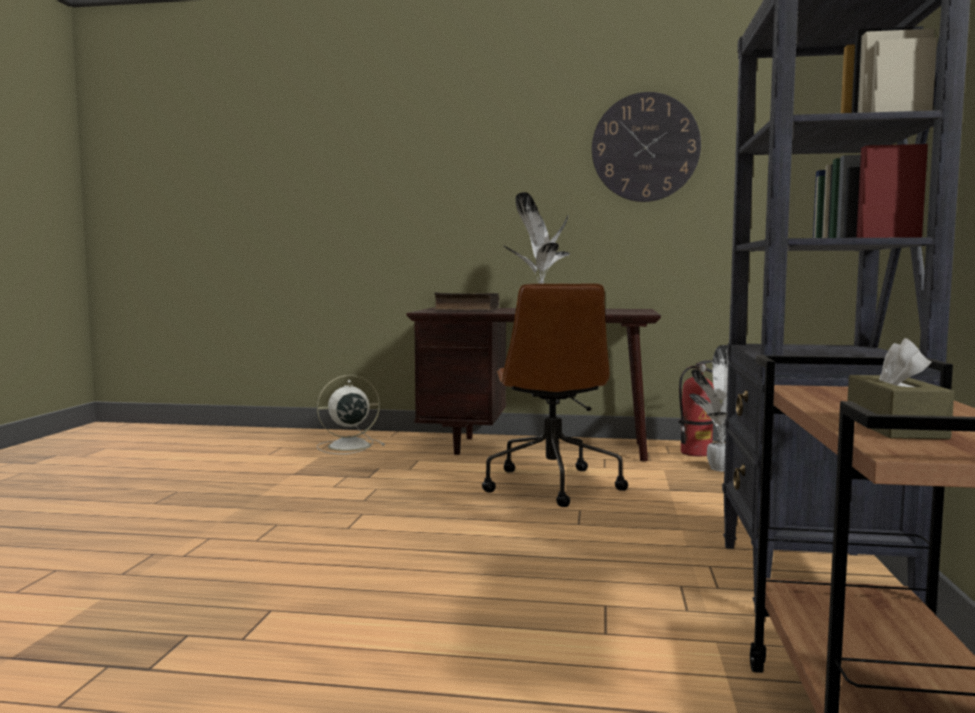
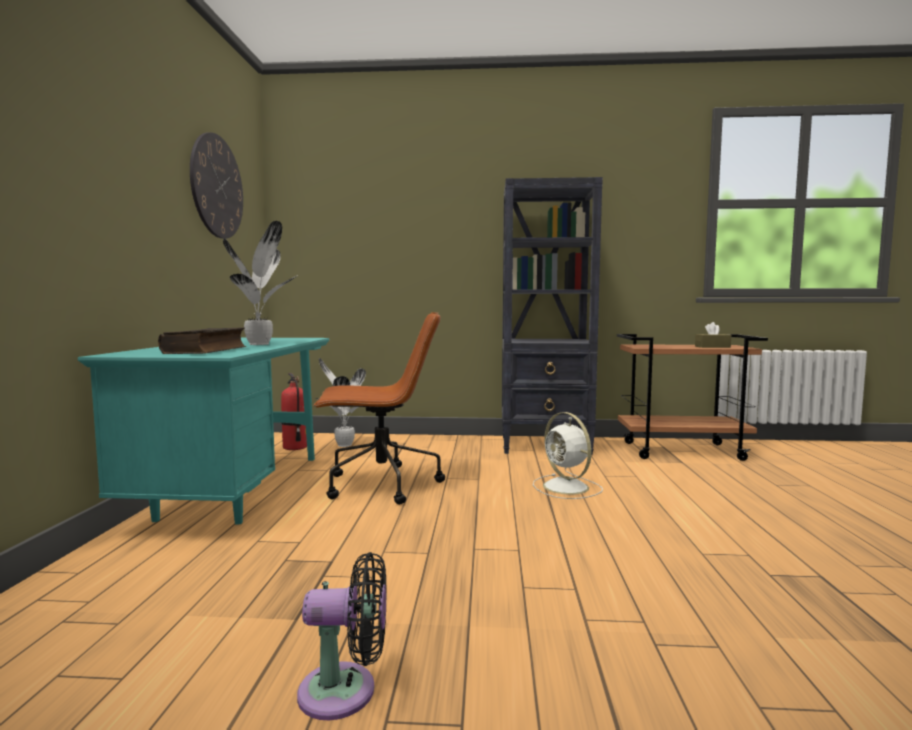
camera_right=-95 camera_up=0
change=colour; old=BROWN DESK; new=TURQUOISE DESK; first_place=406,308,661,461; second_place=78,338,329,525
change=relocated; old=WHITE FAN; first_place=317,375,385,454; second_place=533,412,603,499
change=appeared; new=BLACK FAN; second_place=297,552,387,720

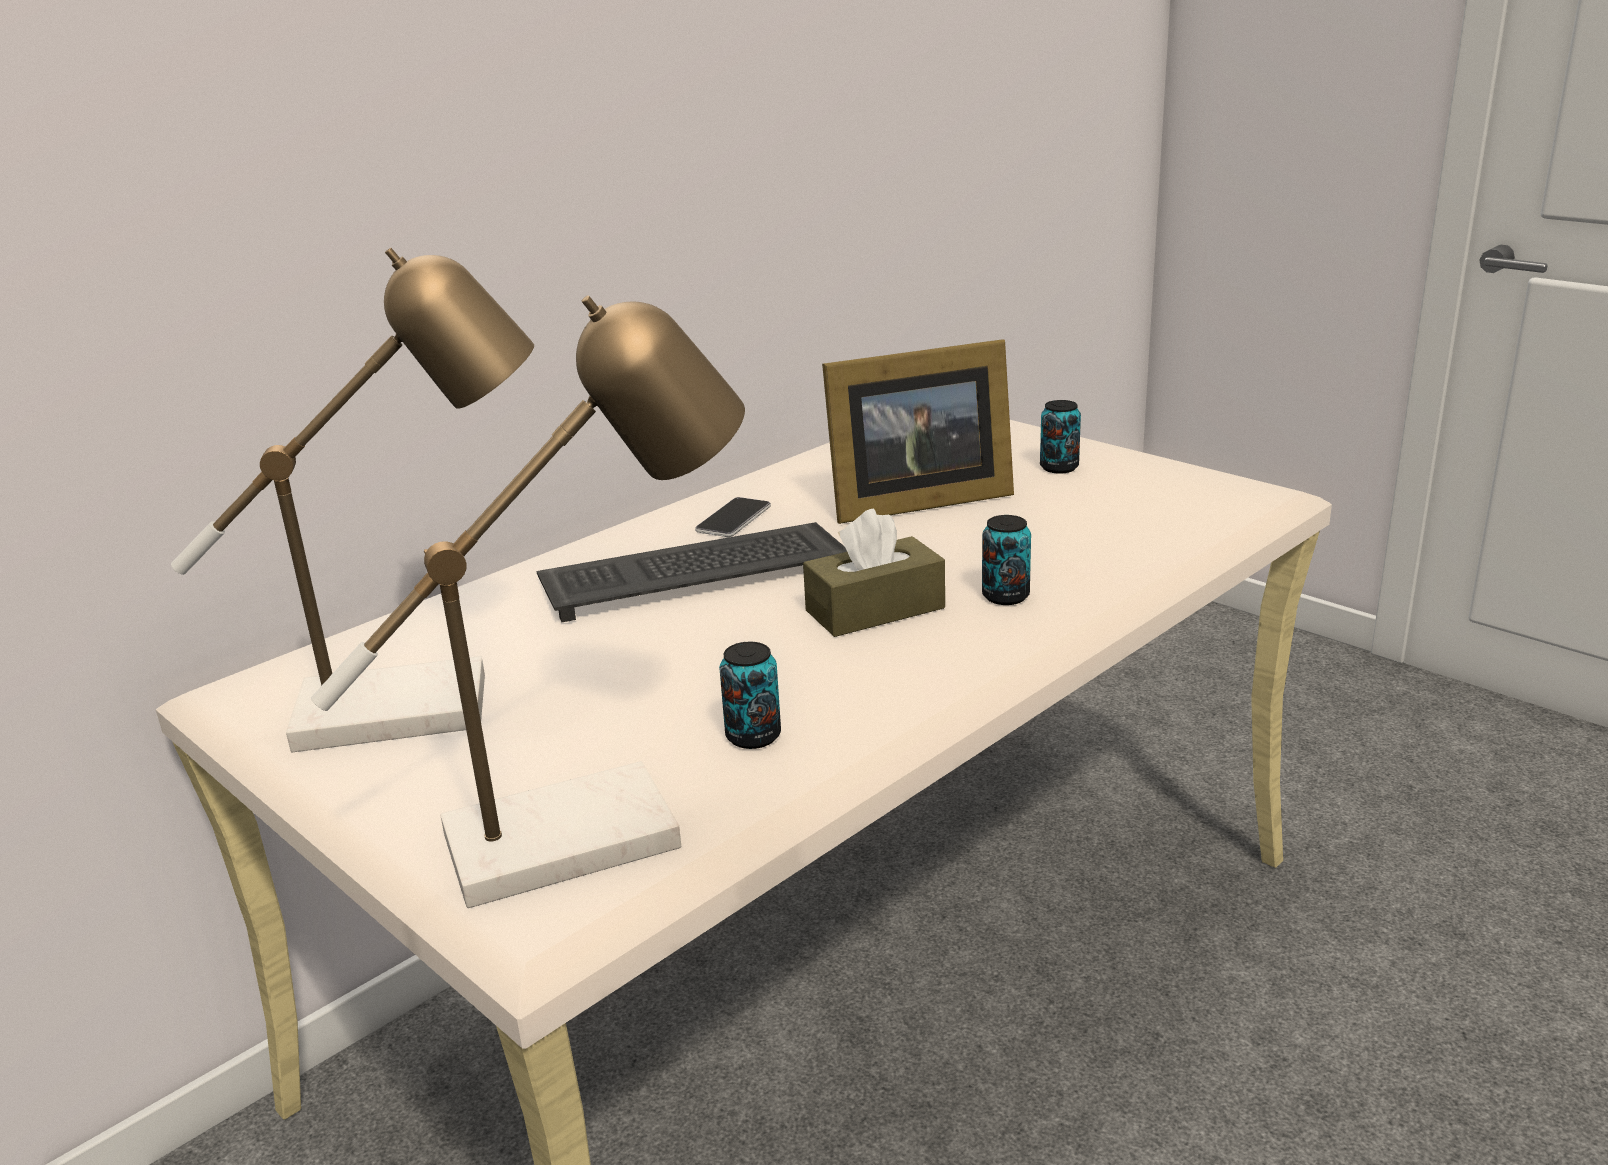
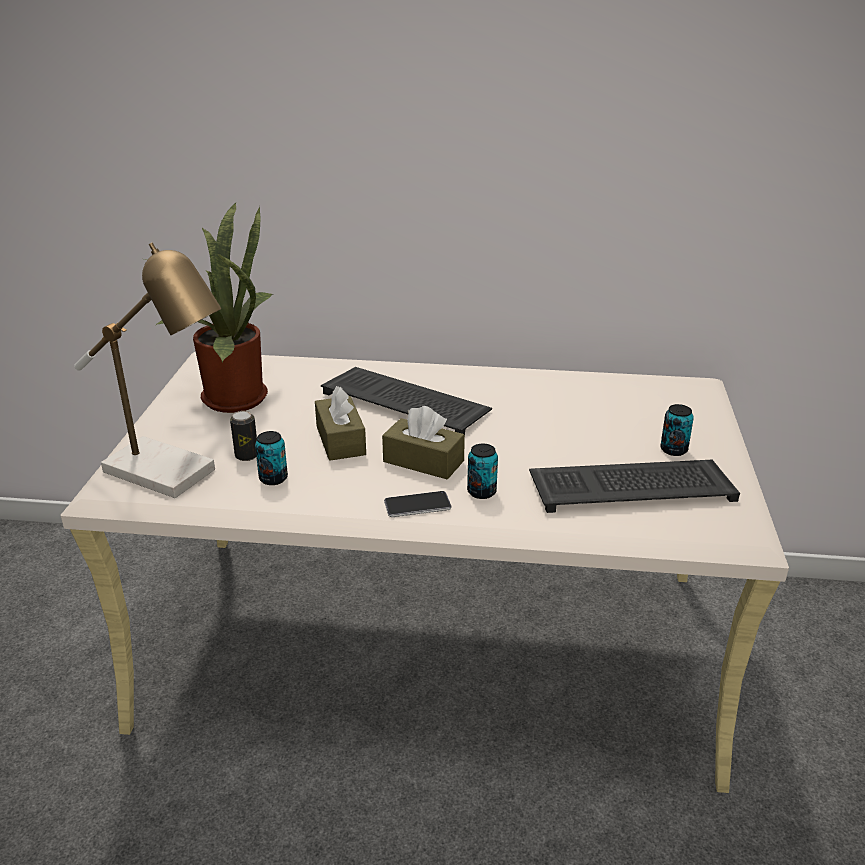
camera_right=50 camera_up=5
change=exchanged; old=TABLE LAMP; new=POTTED PLANT; first_place=171,248,534,752; second_place=144,202,273,413
change=missing; old=PICTURE FRAME; first_place=822,339,1014,524
change=relocated; old=PHONE; first_place=695,497,771,537; second_place=384,491,451,517
change=appeared; new=BROWN TISSUE BOX; second_place=315,386,366,461
change=appeared; new=CAN; second_place=230,411,257,461
change=appeared; new=KEYBOARD; second_place=529,460,740,513

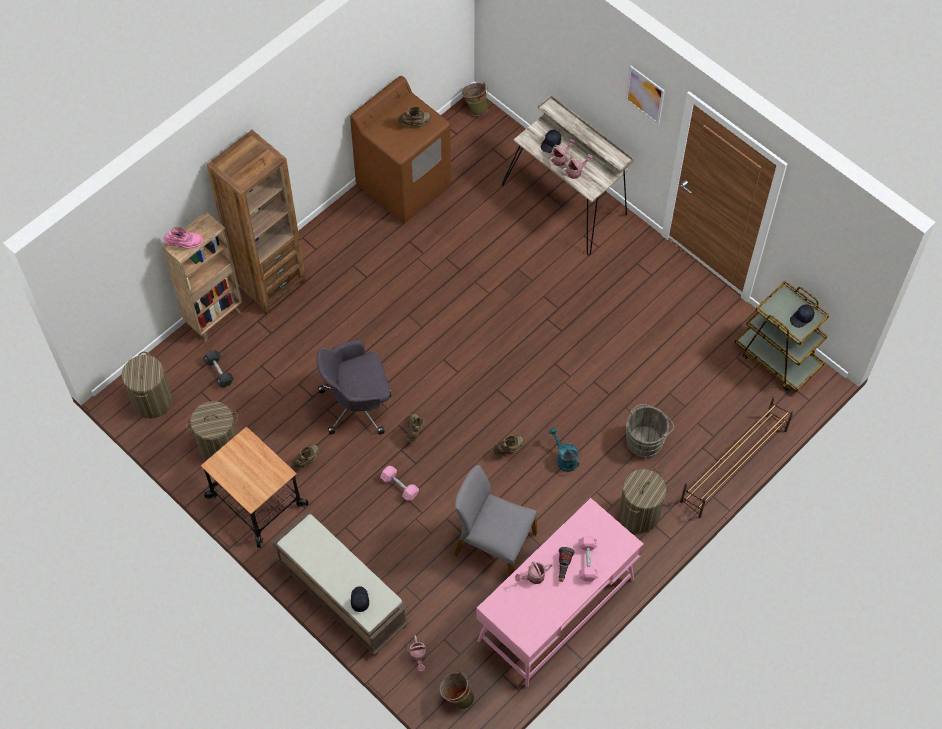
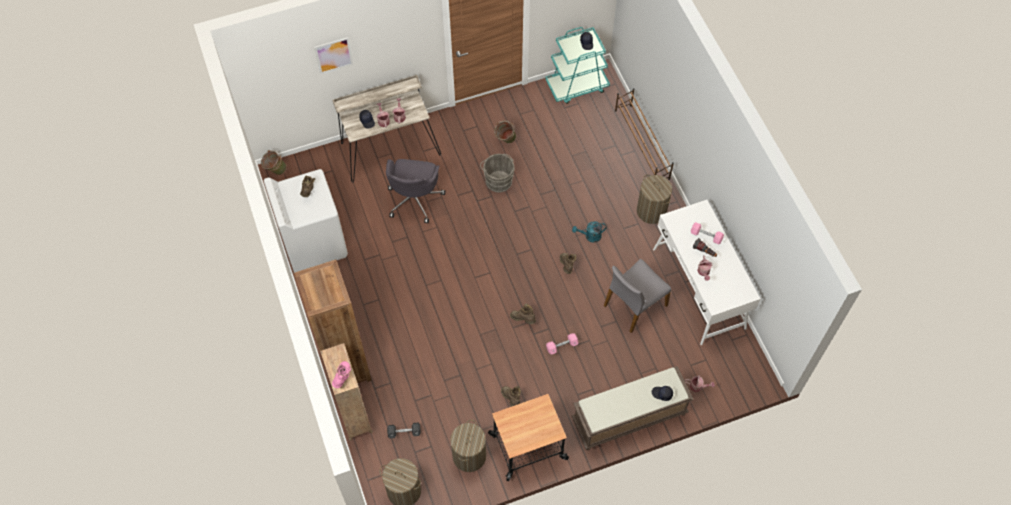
camera_right=-65 camera_up=0
change=relocated; old=PICTURE; first_place=625,65,665,125; second_place=314,37,353,74
change=colour; old=BROWN WASHING MACHINE; new=WHITE WASHING MACHINE; first_place=350,76,451,223; second_place=264,169,348,273
change=colour; old=BROWN CART; new=TURQUOISE CART; first_place=734,281,829,392; second_place=545,27,610,104
change=relocated; old=GREY OFFICE CHAIR; first_place=317,340,391,435; second_place=386,159,445,223
change=relocated; old=GREY BUCKET; first_place=626,404,674,458; second_place=480,154,514,193
change=colour; old=PINK DESK; new=WHITE DESK; first_place=476,498,644,687; second_place=653,200,760,345
change=relocated; old=GREEN BUCKET; first_place=440,671,474,709; second_place=494,120,516,143

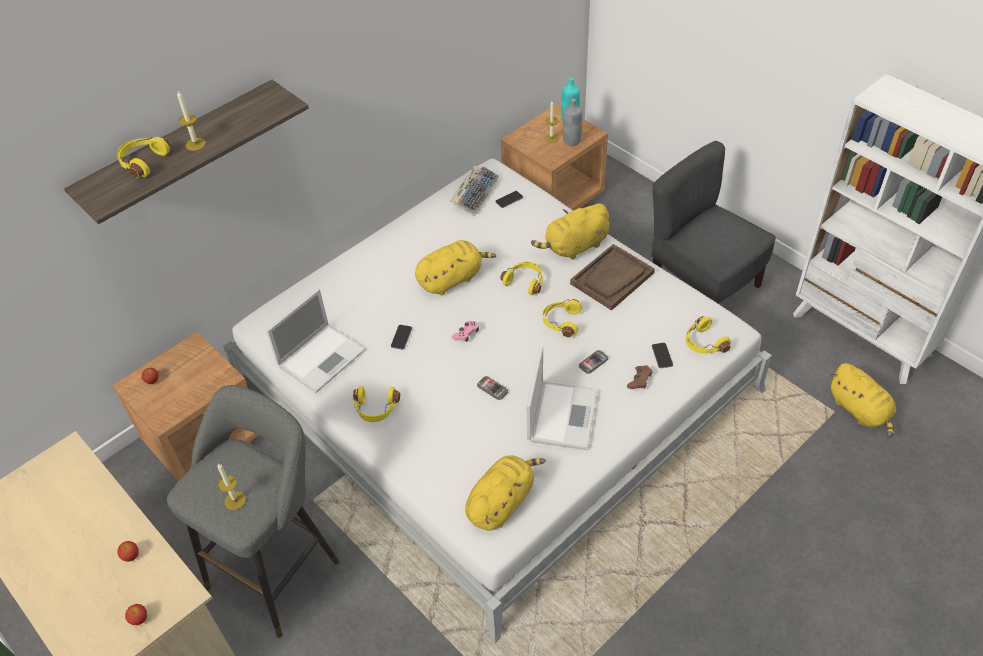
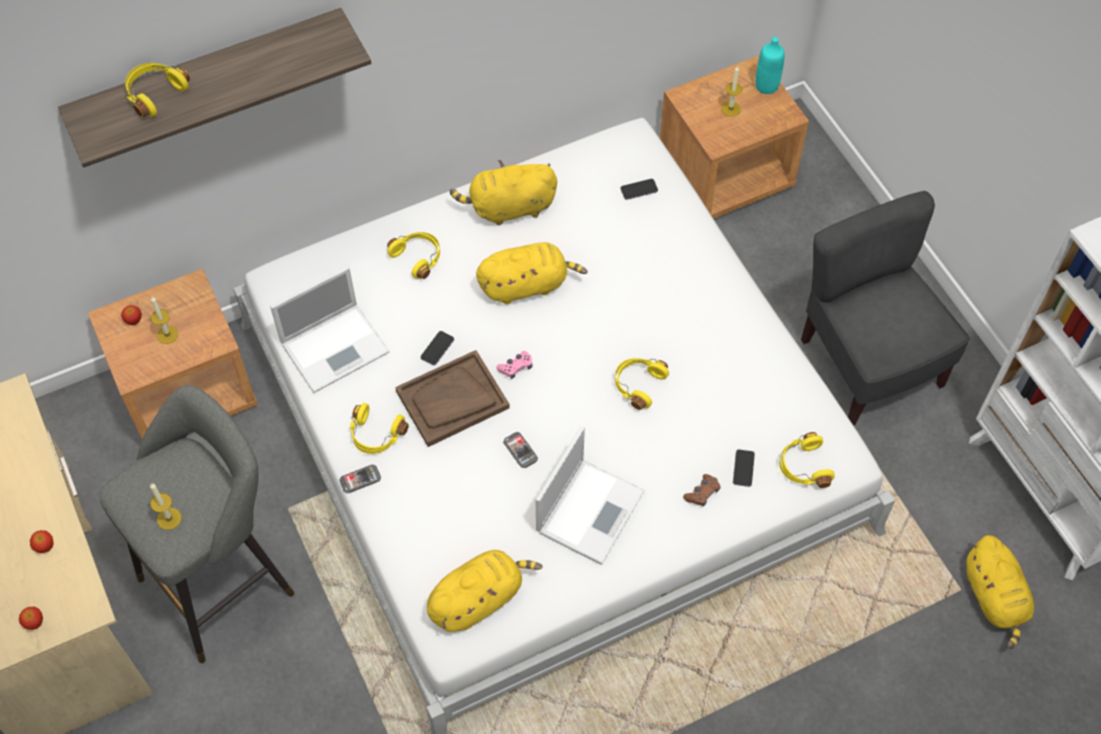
camera_right=15 camera_up=10
change=relocated; old=CANDLE; first_place=177,91,206,151; second_place=151,297,178,344
change=missing; old=GREY BOTTLE; first_place=563,99,582,146
change=missing; old=KEYBOARD; first_place=450,165,499,217
change=relocated; old=YELLOW PLUSH TOY; first_place=531,203,609,260; second_place=450,160,557,225
change=relocated; old=BROWN TRAY; first_place=570,244,655,311; second_place=395,350,510,447
change=relocated; old=YELLOW HEADPHONES; first_place=500,262,543,295; second_place=387,232,440,279
change=relocated; old=PHONE; first_place=579,350,608,374; second_place=339,464,381,493

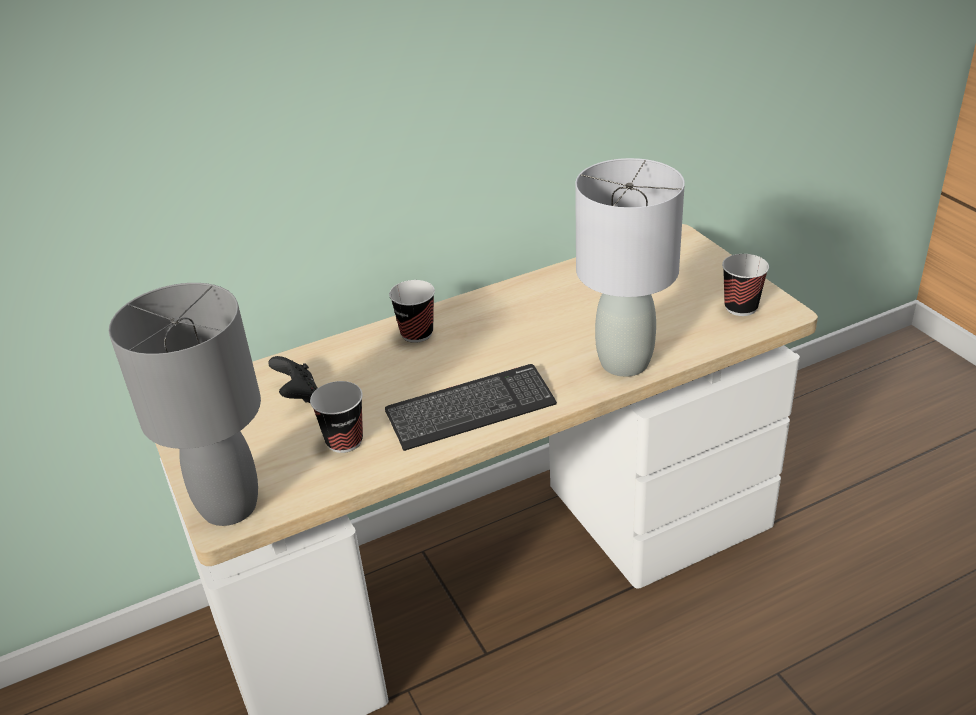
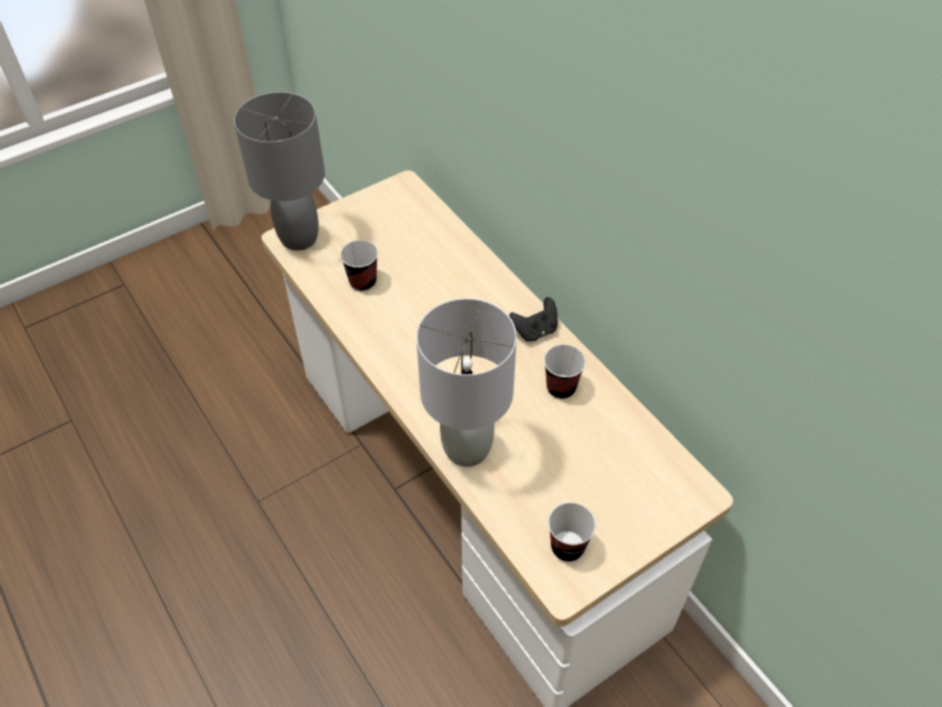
camera_right=80 camera_up=15
change=relocated; old=CUP; first_place=389,280,435,343; second_place=544,344,586,399
change=relocated; old=BLACK GAME CONTROLLER; first_place=268,356,318,403; second_place=509,297,558,342
change=missing; old=KEYBOARD; first_place=385,364,557,451

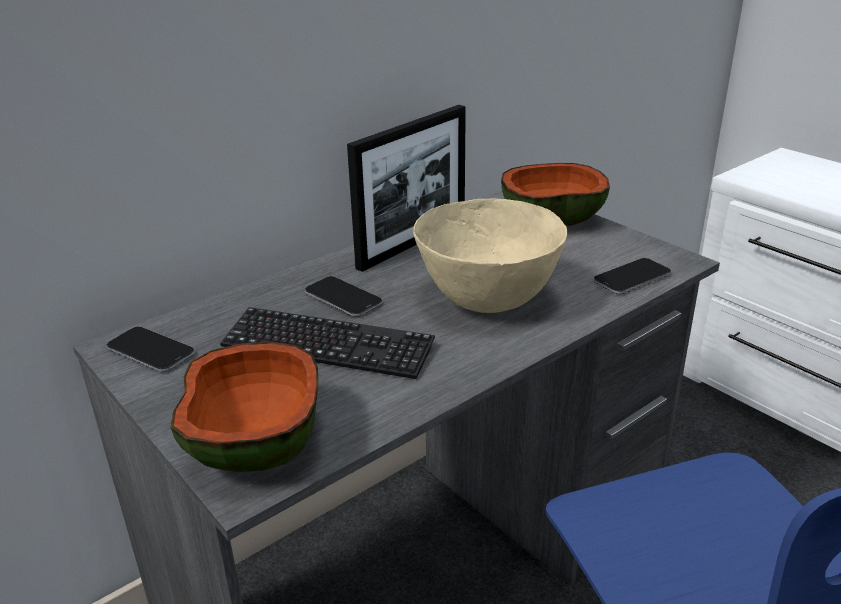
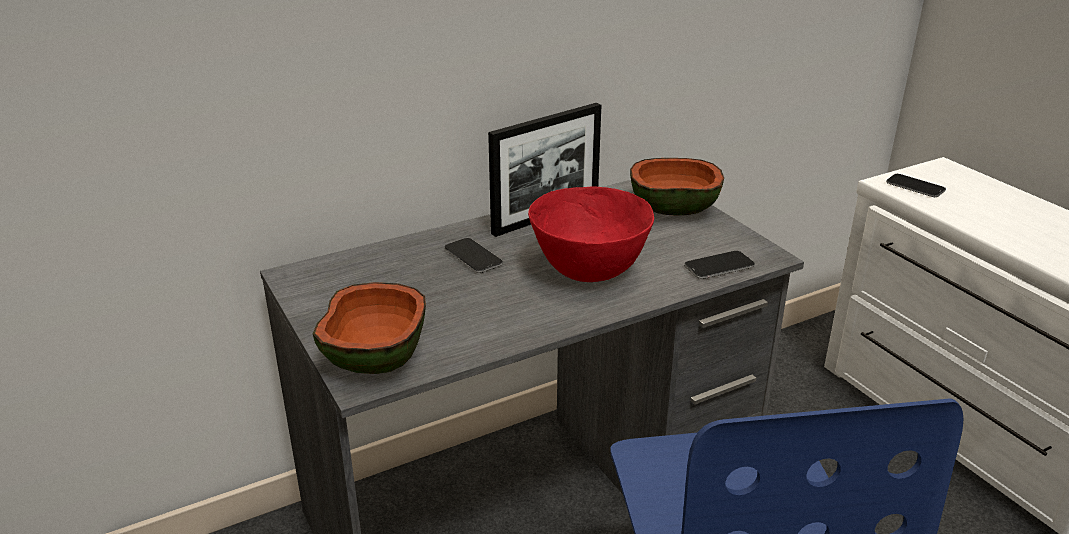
camera_right=10 camera_up=0
change=colour; old=BEIGE BOWL; new=RED BOWL; first_place=413,198,567,313; second_place=528,186,654,282
change=missing; old=KEYBOARD; first_place=220,307,435,379
change=relocated; old=PHONE; first_place=106,327,195,372; second_place=886,174,946,197

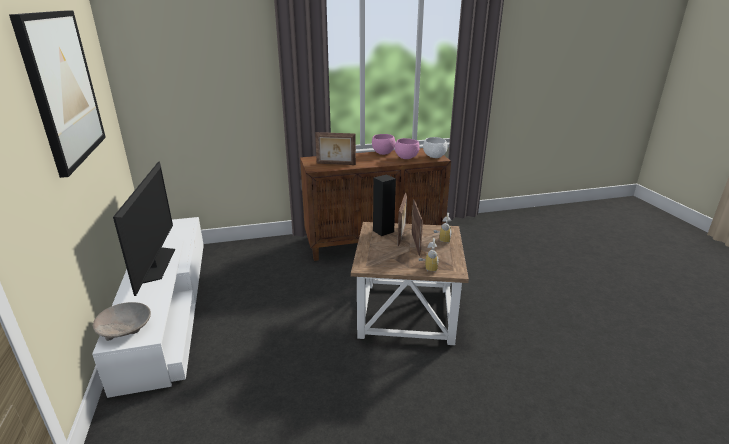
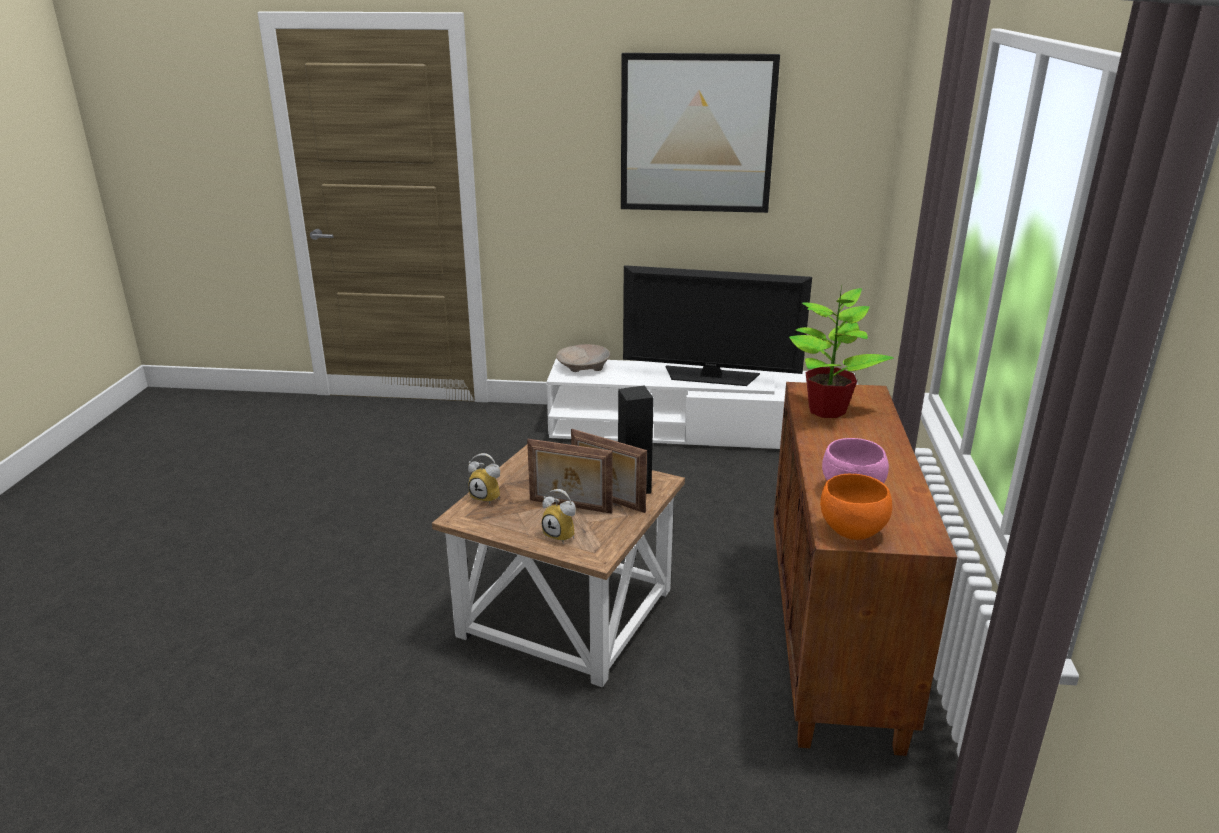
camera_right=110 camera_up=0
change=exchanged; old=PICTURE FRAME; new=POTTED PLANT; first_place=315,132,356,165; second_place=789,286,894,418
change=missing; old=PINK BOWL; first_place=372,134,396,155
change=colour; old=WHITE BOWL; new=ORANGE BOWL; first_place=423,137,447,158; second_place=820,474,892,540

